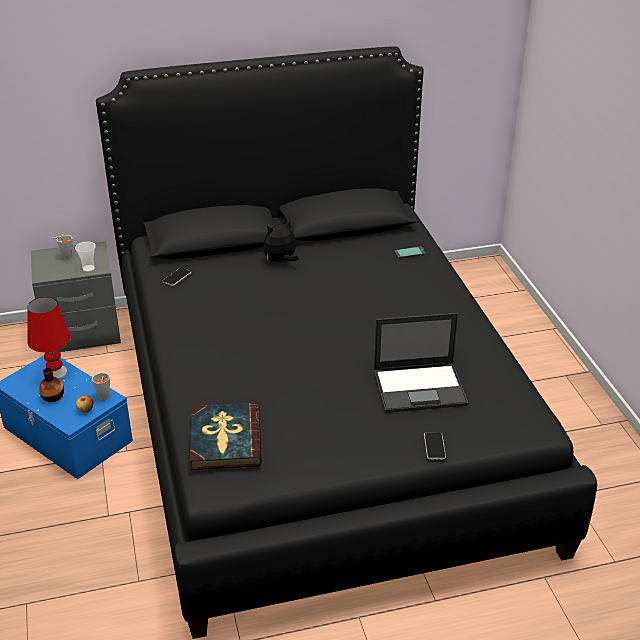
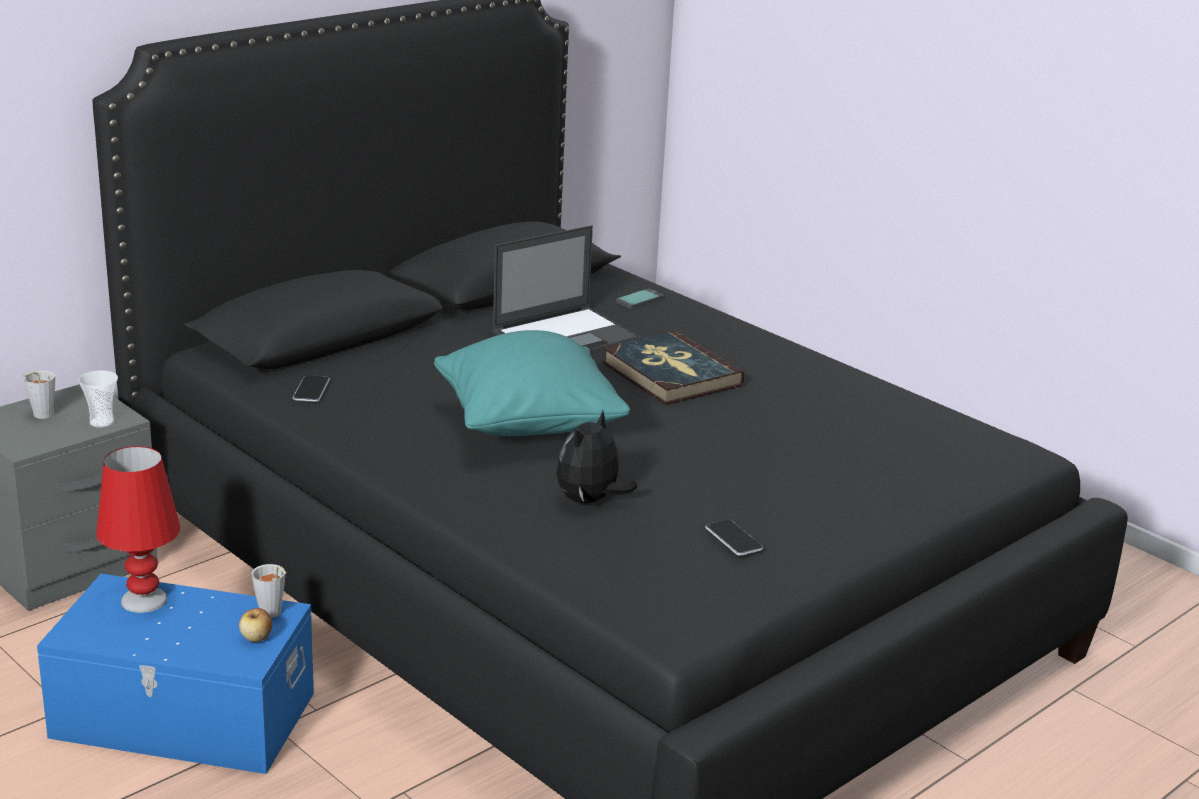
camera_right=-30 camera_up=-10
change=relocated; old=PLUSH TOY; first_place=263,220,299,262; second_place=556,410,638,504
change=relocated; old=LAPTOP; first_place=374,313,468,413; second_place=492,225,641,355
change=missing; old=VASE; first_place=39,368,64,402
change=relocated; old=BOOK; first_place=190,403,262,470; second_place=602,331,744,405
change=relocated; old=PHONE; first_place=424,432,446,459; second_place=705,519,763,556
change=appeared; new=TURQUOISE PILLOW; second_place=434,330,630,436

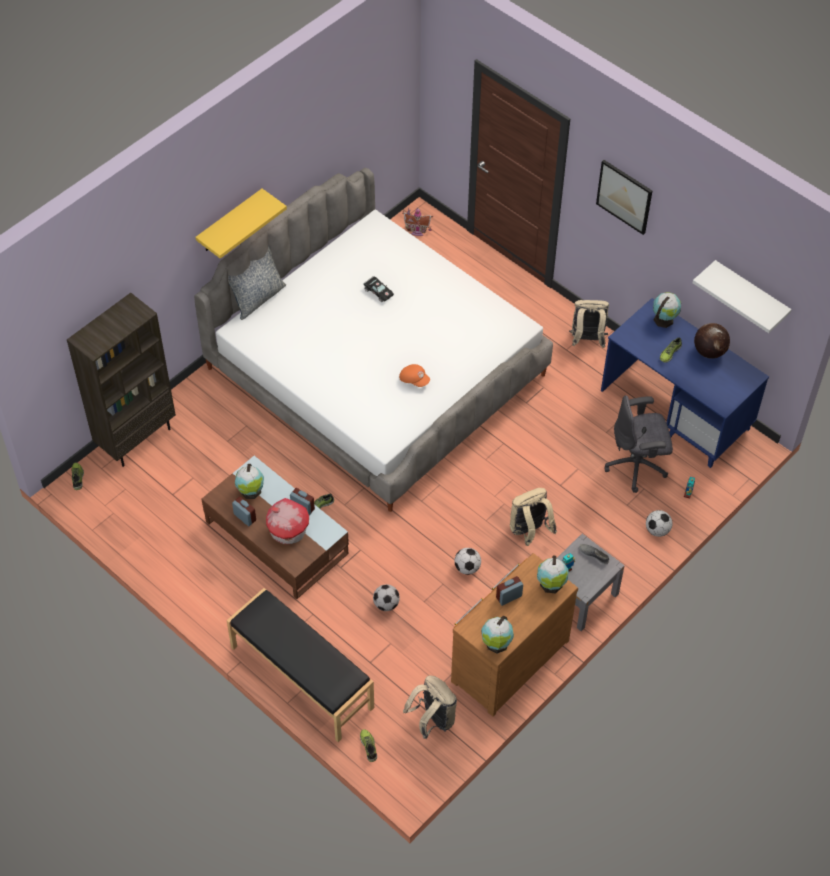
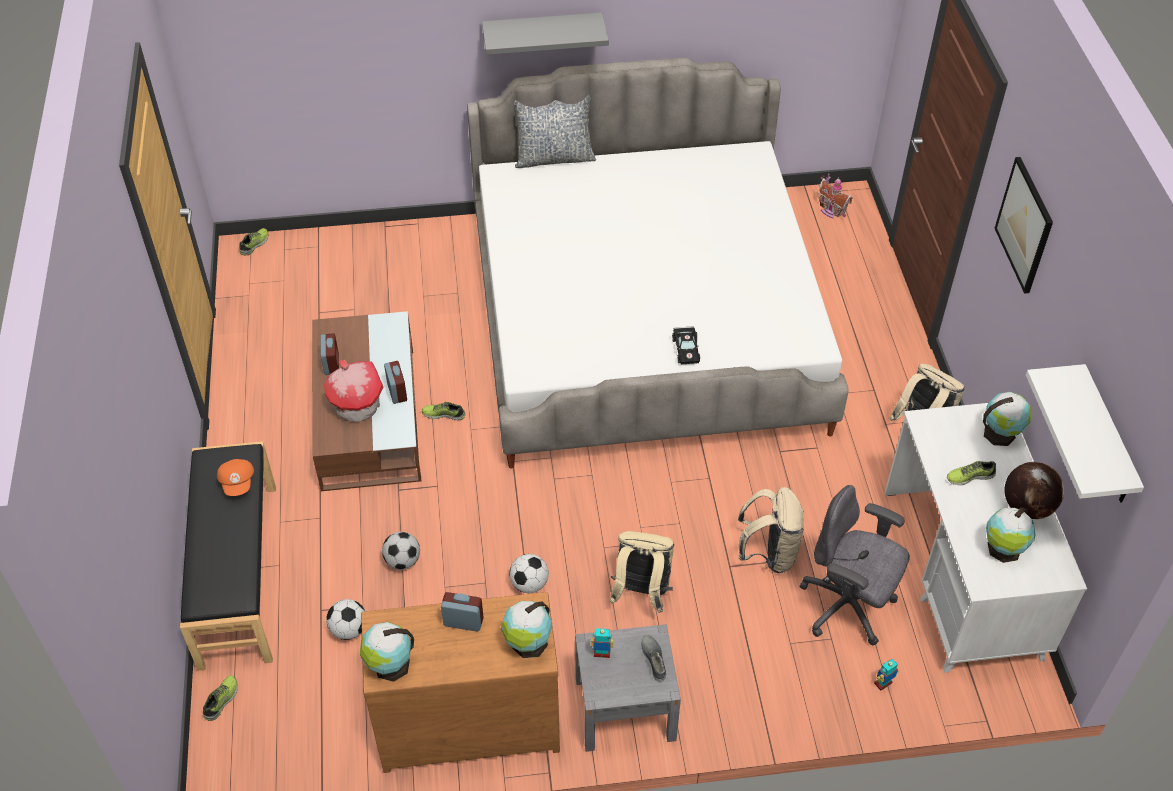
camera_right=40 camera_up=-5
change=colour; old=YELLOW SHELF; new=GREY SHELF; first_place=195,189,287,259; second_place=482,13,609,55
change=relocated; old=BLACK TOY CAR; first_place=363,276,394,302; second_place=672,327,700,364
change=missing; old=BROWN BOOKCASE; first_place=67,293,176,467
change=colour; old=BLUE DESK; new=WHITE DESK; first_place=601,298,769,468; second_place=885,403,1087,672
change=relocated; old=ORANGE CAP; first_place=399,364,430,387; second_place=217,459,254,496
change=relocated; old=GLOBE; first_place=235,464,264,499; second_place=986,507,1035,563
change=relocated; old=FOOTBALL; first_place=646,510,672,537; second_place=326,599,365,640
change=relocated; old=BEIGE BACKPACK; first_place=403,675,457,739; second_place=738,487,804,573

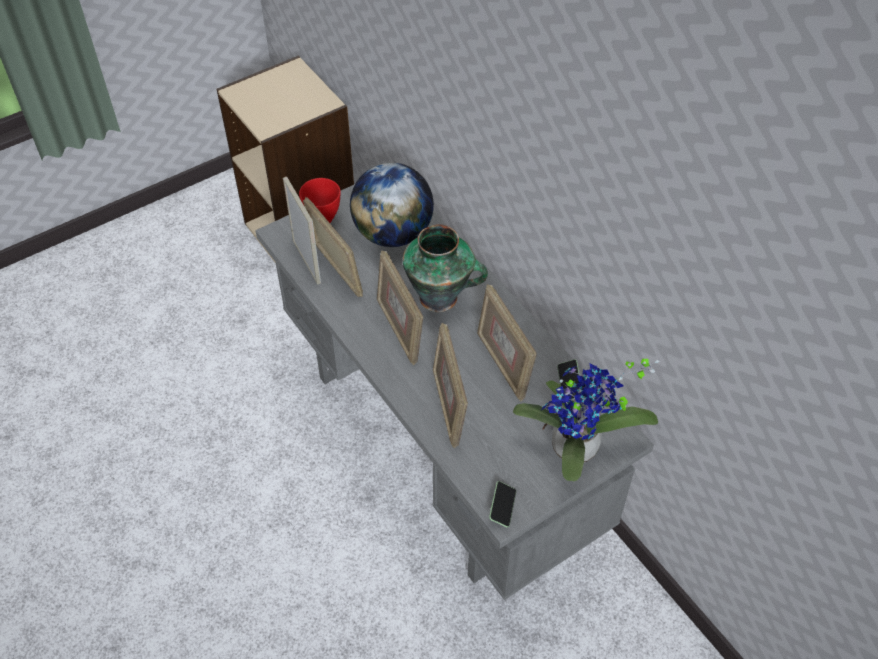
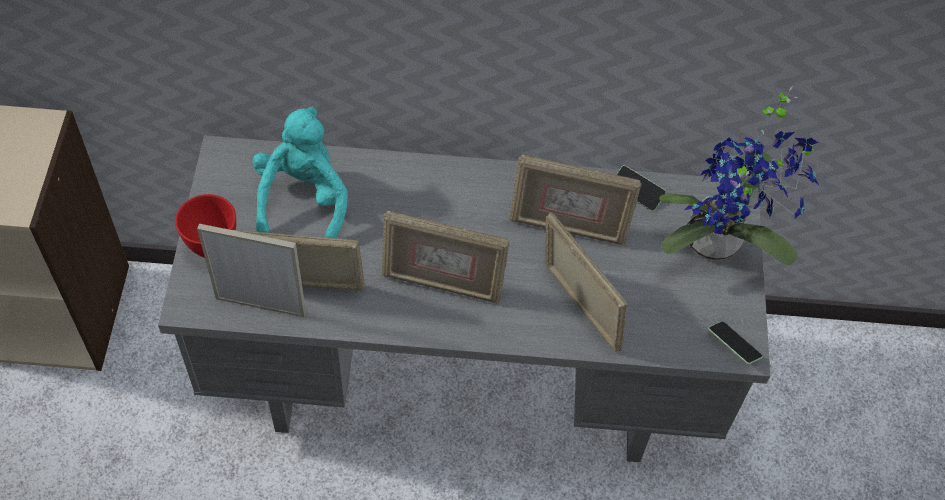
camera_right=-55 camera_up=5
change=exchanged; old=GLOBE; new=TURQUOISE PLUSH TOY; first_place=350,163,434,247; second_place=252,107,348,238
change=missing; old=VASE; first_place=402,224,488,312
change=spun; old=PICTURE FRAME; first_place=433,323,468,448; second_place=545,212,627,352; degrees=-150

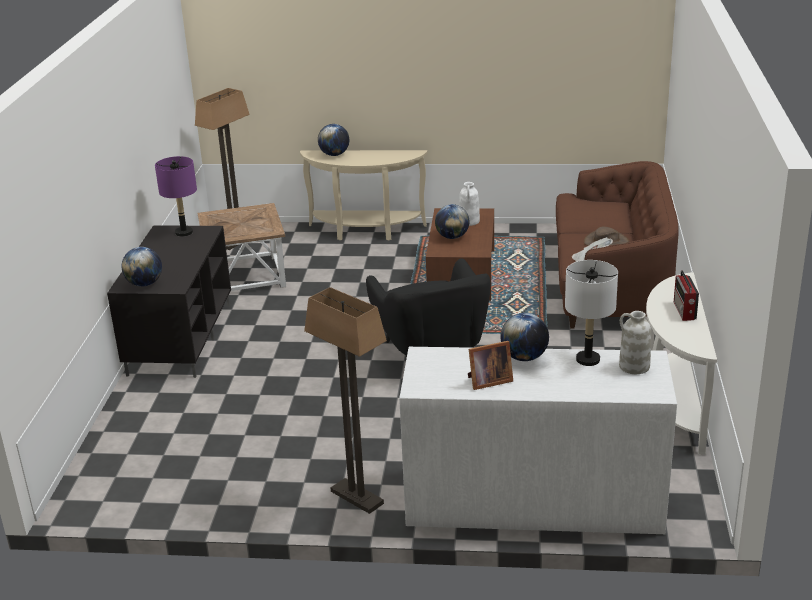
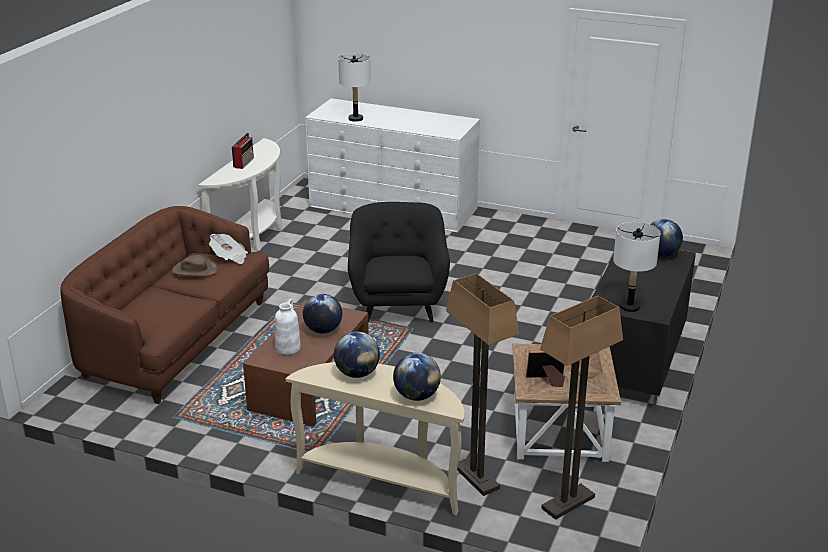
camera_right=-165 camera_up=0
change=colour; old=PURPLE TABLE LAMP; new=WHITE TABLE LAMP; first_place=155,156,197,237; second_place=613,222,660,312
change=relocated; old=FLOOR LAMP; first_place=304,287,387,514; second_place=446,273,519,496
change=missing; old=WHITE VASE; first_place=619,311,651,374
change=relocated; old=GLOBE; first_place=501,313,549,361; second_place=334,331,380,378
change=relocated; old=PICTURE FRAME; first_place=468,341,513,390; second_place=526,350,565,387

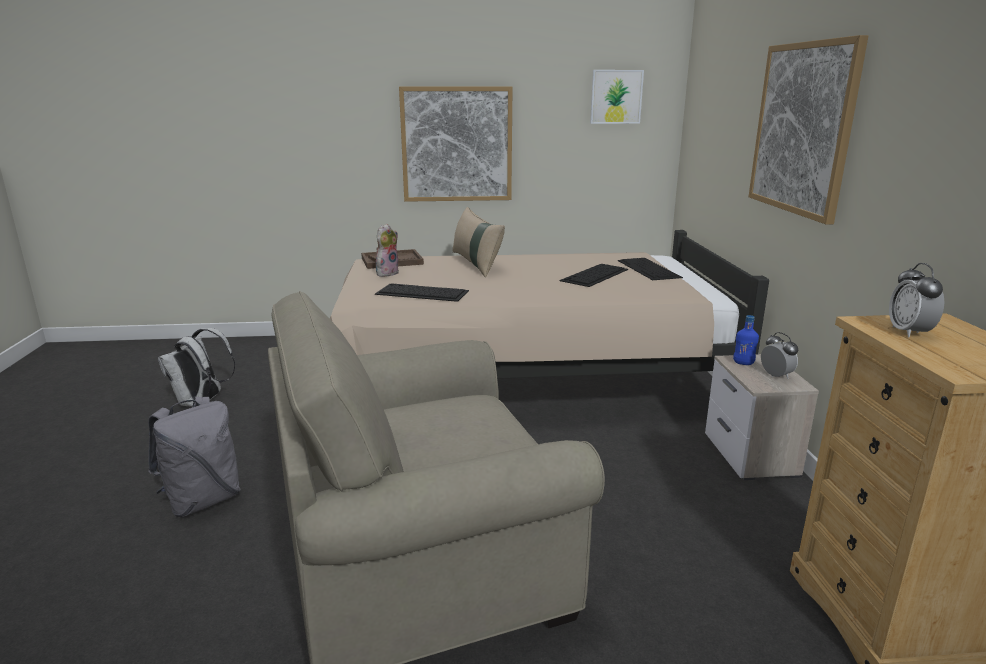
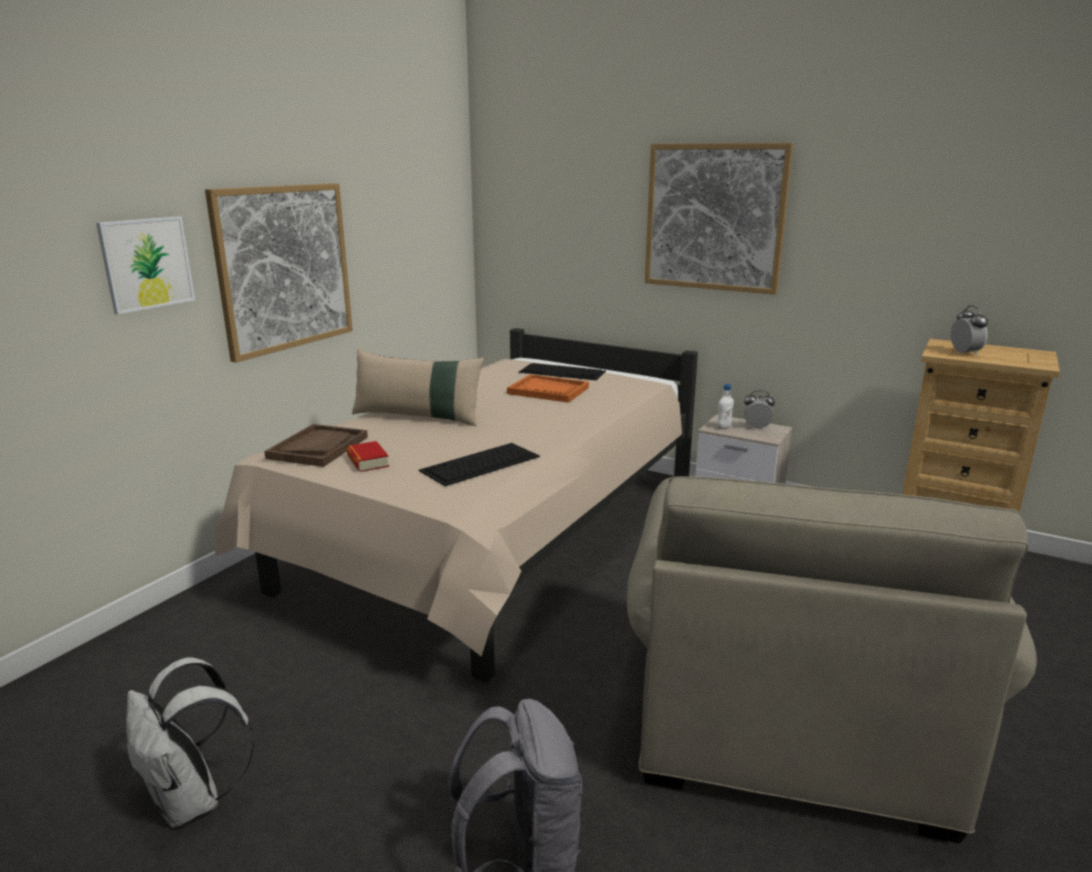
camera_right=-55 camera_up=0
change=relocated; old=PICTURE; first_place=590,70,644,124; second_place=96,216,195,314
change=exchanged; old=PLUSH TOY; new=BOOK; first_place=376,224,399,277; second_place=347,441,389,472
change=spun; old=ALARM CLOCK; first_place=889,263,944,338; second_place=951,305,988,356; degrees=-135
change=exchanged; old=KEYBOARD; new=ORANGE TRAY; first_place=560,264,628,287; second_place=507,374,589,403
change=colour; old=BLUE BOTTLE; new=WHITE BOTTLE; first_place=733,315,759,365; second_place=717,384,734,429

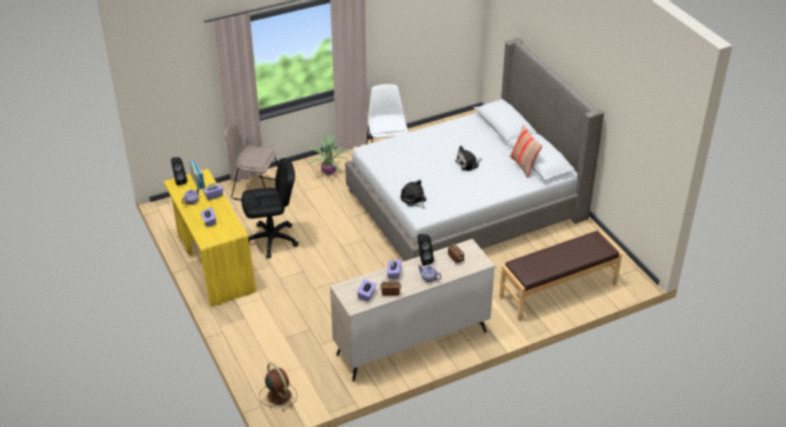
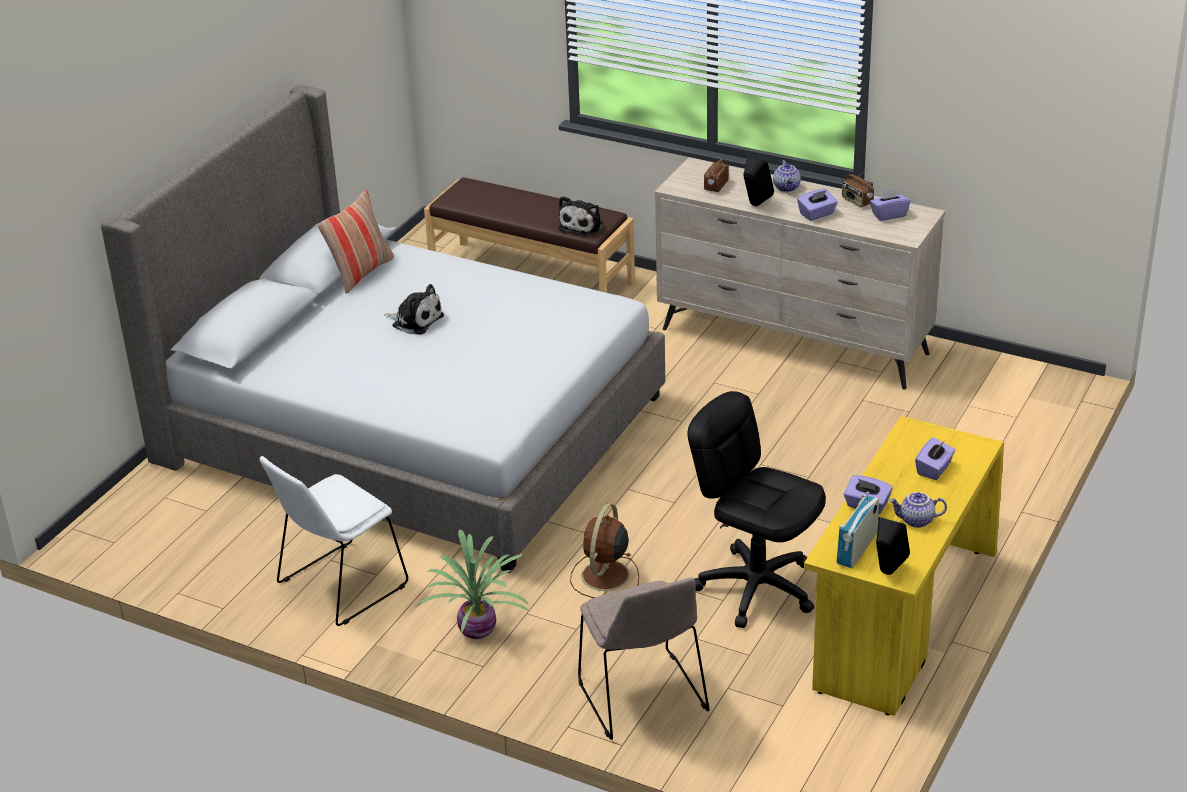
camera_right=-125 camera_up=-5
change=relocated; old=PLUSH TOY; first_place=400,180,426,209; second_place=558,196,604,236
change=relocated; old=BROWN FAN; first_place=259,363,297,411; second_place=570,503,639,598

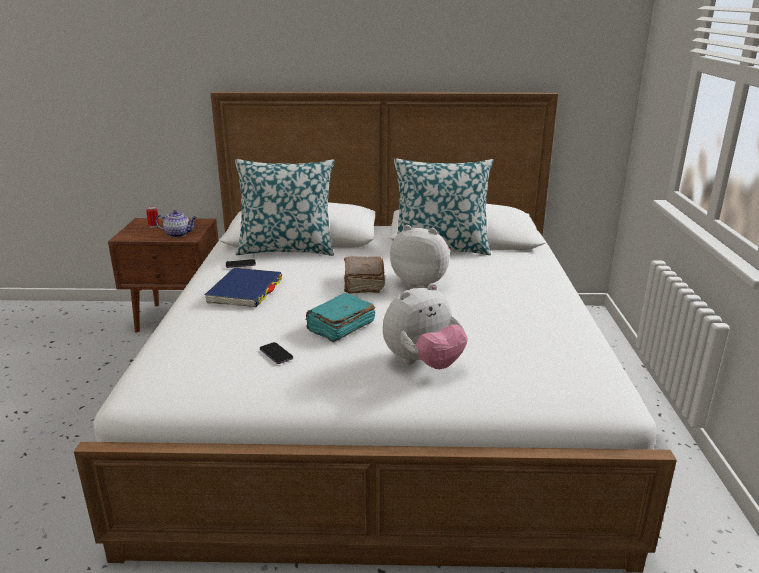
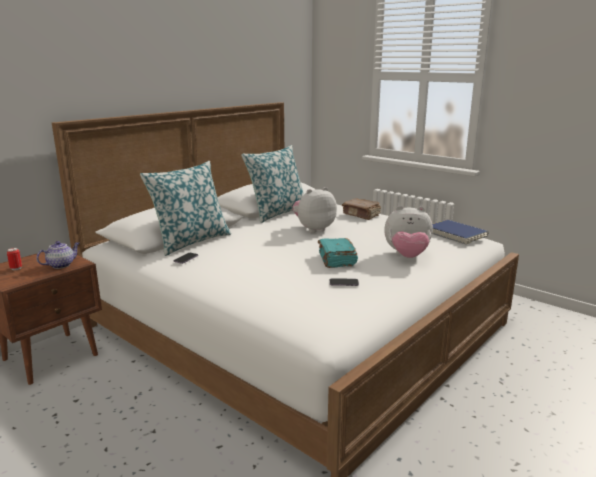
camera_right=-50 camera_up=-5
change=relocated; old=BROWN BOOK; first_place=344,256,385,293; second_place=342,199,381,220
change=relocated; old=BLUE BOOK; first_place=205,268,282,307; second_place=432,220,488,244
change=spun; old=PLUSH TOY; first_place=383,283,468,369; second_place=384,206,433,258; degrees=90

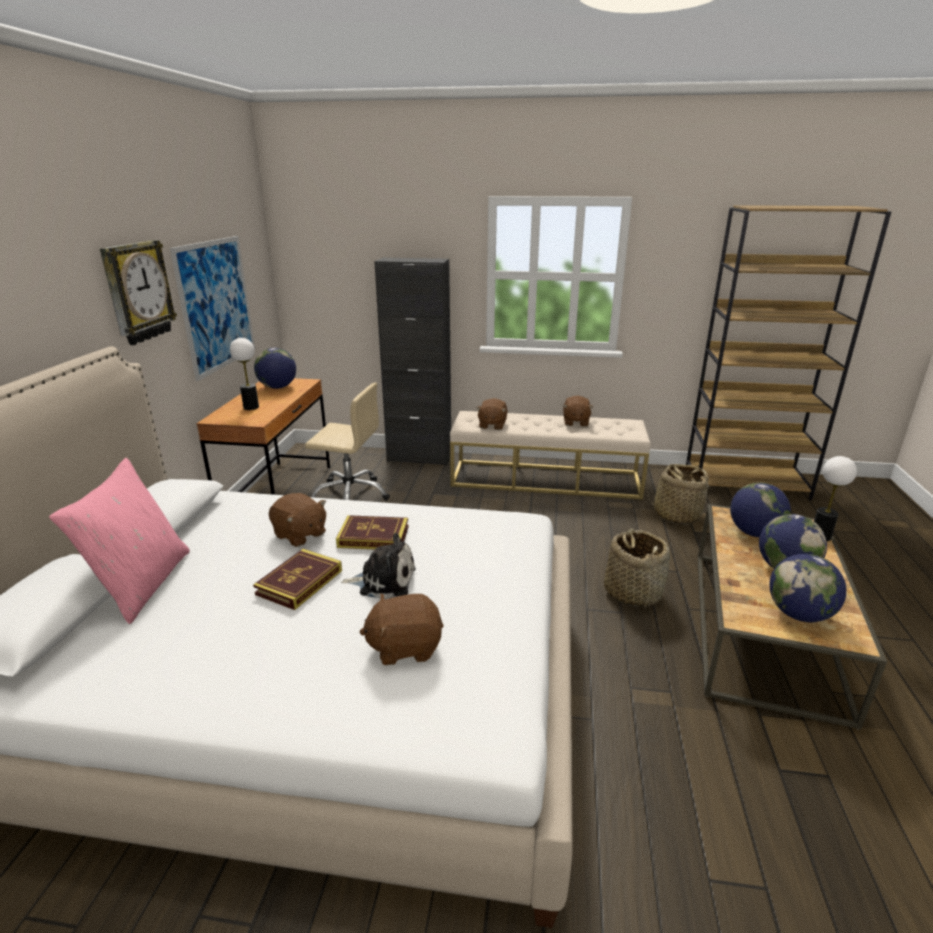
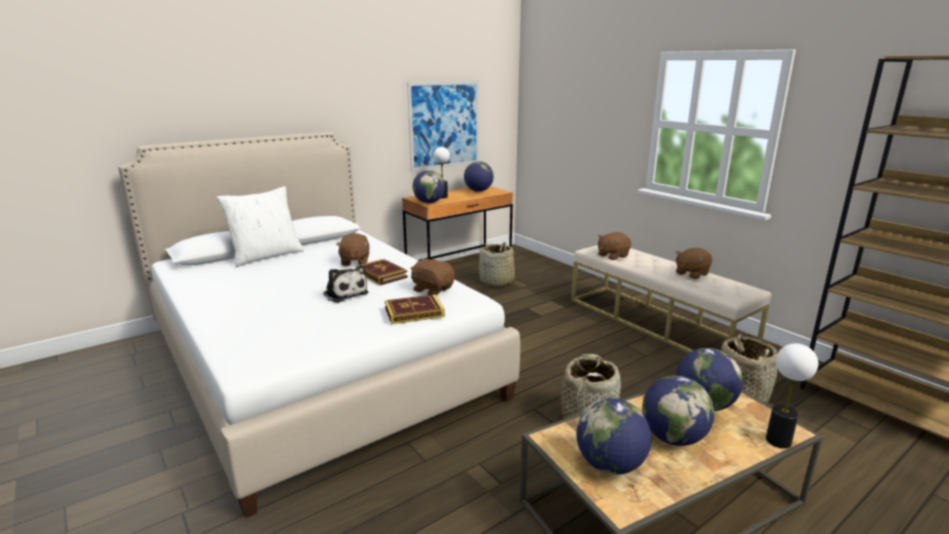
camera_right=45 camera_up=-5
change=missing; old=WALL CLOCK; first_place=100,240,177,345
change=missing; old=BLACK CABINET; first_place=374,258,451,466
change=exchanged; old=BEIGE OFFICE CHAIR; new=BASKET; first_place=305,382,390,501; second_place=479,242,515,287
change=colour; old=PINK PILLOW; new=WHITE PILLOW; first_place=49,458,190,624; second_place=217,186,304,267
change=relocated; old=BOOK; first_place=253,549,342,610; second_place=385,294,445,324
change=relocated; old=BROWN PLUSH TOY; first_place=359,593,444,665; second_place=410,258,455,295
change=appeared; new=GLOBE; second_place=412,170,445,203

